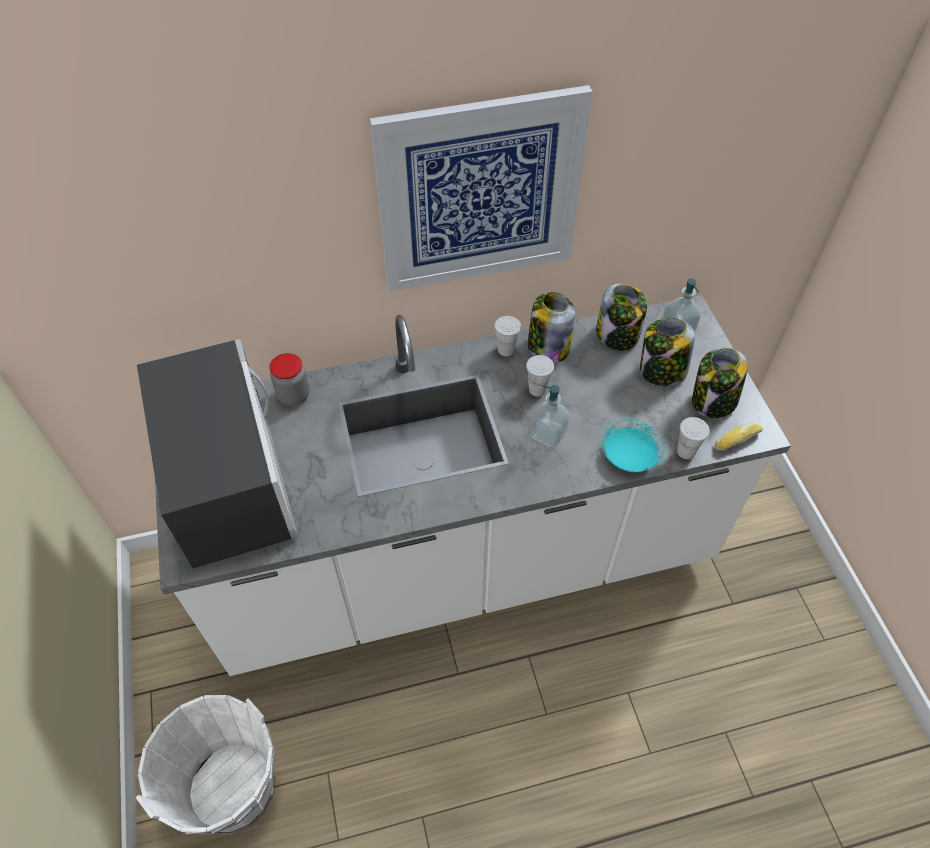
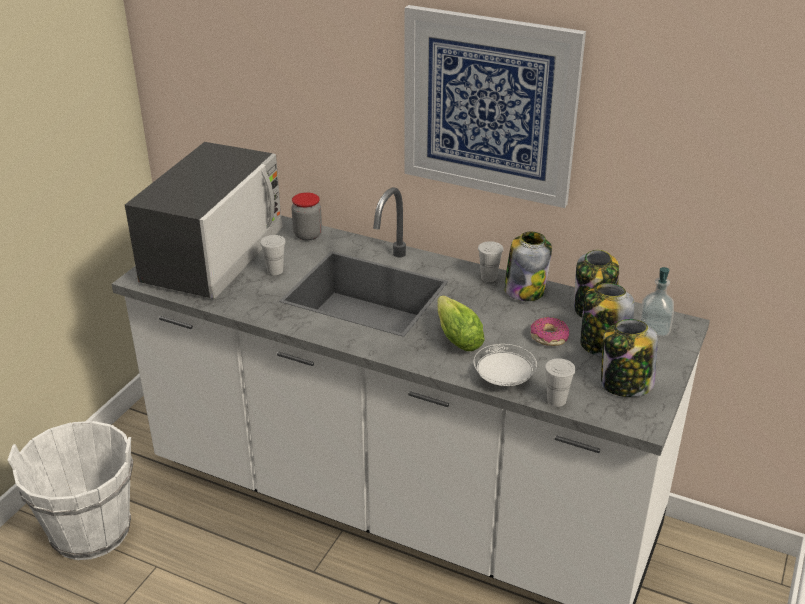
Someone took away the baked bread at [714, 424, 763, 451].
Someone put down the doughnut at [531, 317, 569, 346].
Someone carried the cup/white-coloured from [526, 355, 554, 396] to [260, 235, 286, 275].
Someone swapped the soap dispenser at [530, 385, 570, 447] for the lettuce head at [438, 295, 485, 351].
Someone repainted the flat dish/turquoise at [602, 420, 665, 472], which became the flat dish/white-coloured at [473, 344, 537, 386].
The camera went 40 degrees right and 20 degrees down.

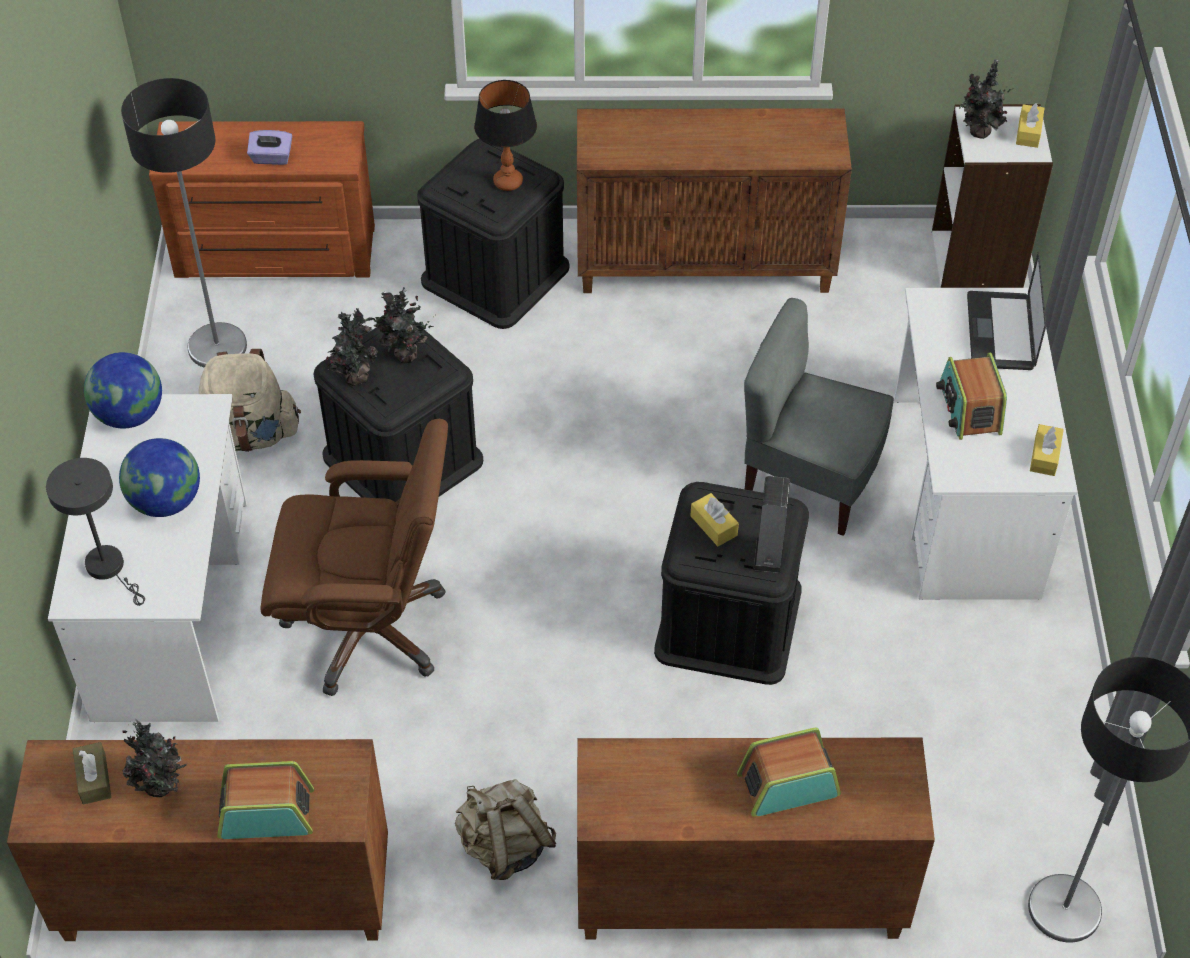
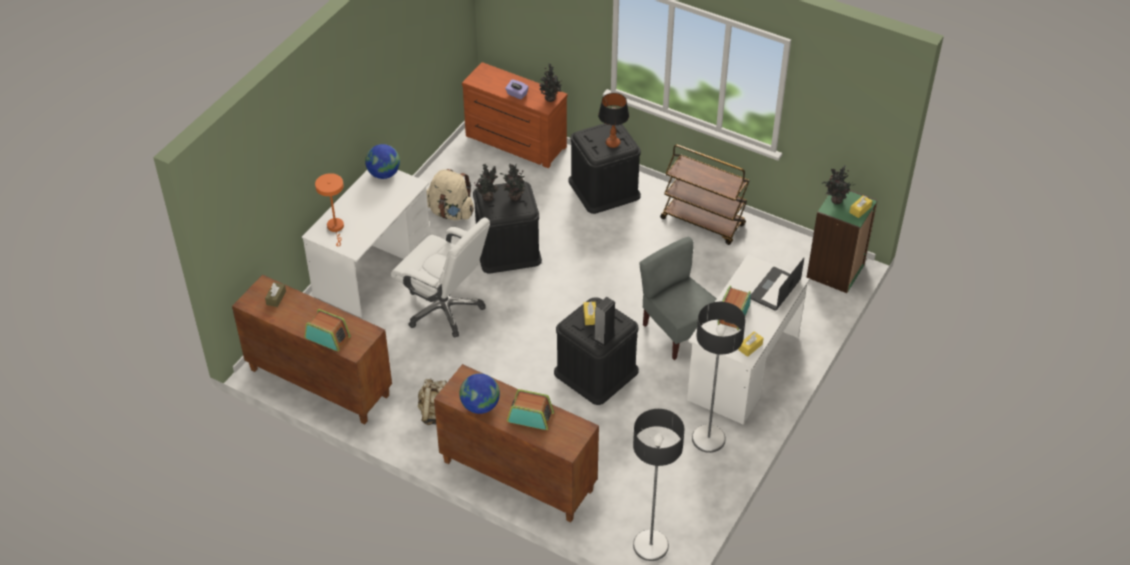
Someone carried the globe from [119, 438, 200, 517] to [459, 373, 500, 414].
Someone carried the standing lamp from [121, 78, 247, 368] to [692, 302, 746, 453].
Someone carried the plant in a pot from [122, 719, 187, 797] to [539, 64, 562, 102].
Someone swapped the storage cabinet/brownish at [577, 108, 852, 293] for the wheeled cart/brownish at [660, 144, 749, 245].
Someone repainted the lamp for a table/grey at [46, 458, 145, 606], which became the lamp for a table/orange at [315, 173, 344, 246].
Someone repainted the computer chair/brownish at [260, 419, 448, 696], which became the computer chair/white-coloured at [391, 218, 490, 338].
Someone repainted the bookcase/white-coloured at [932, 104, 1053, 288], which became the bookcase/green-coloured at [807, 190, 878, 293].
The camera went 30 degrees right and 5 degrees down.

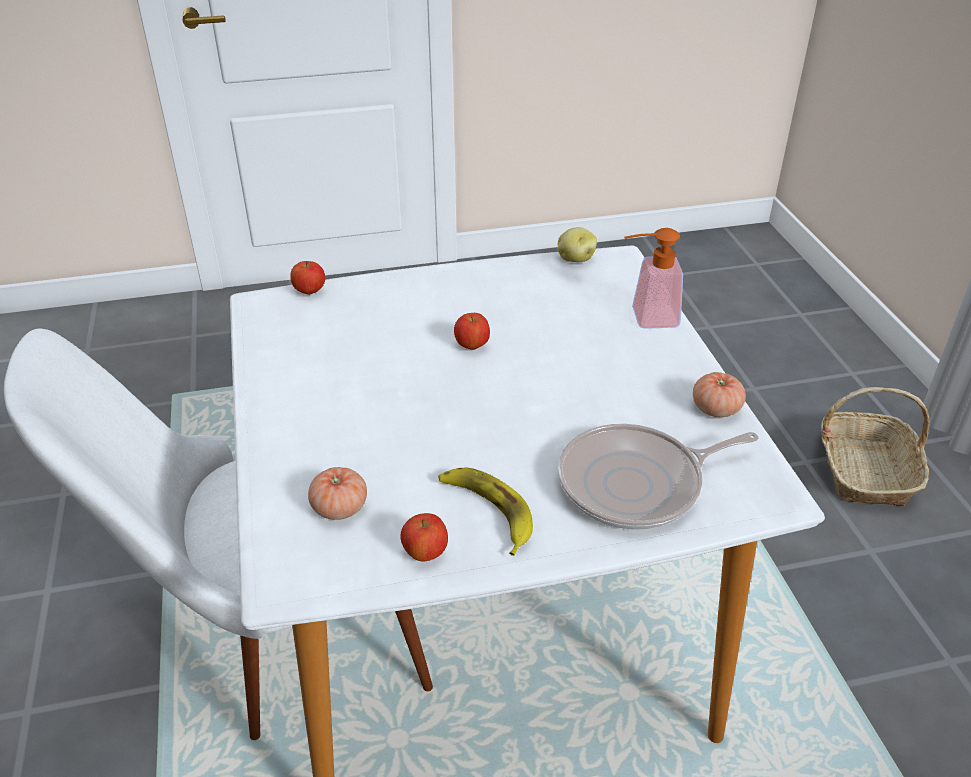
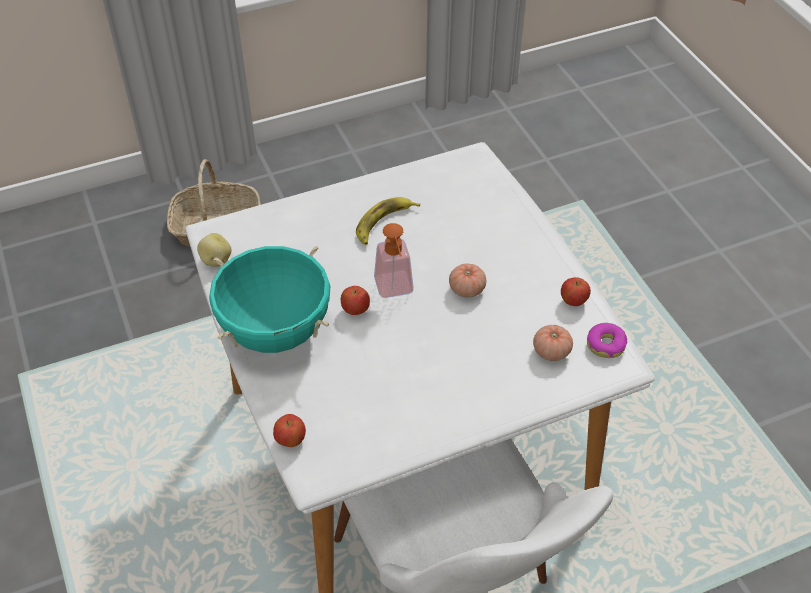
Someone took away the frying pan at [558, 424, 759, 530].
Someone put down the stockpot/turquoise at [209, 246, 330, 353].
Someone put down the doughnut at [587, 323, 627, 358].
Someone carried the banana from [438, 468, 533, 556] to [356, 197, 420, 245].
Someone carried the soap dispenser from [624, 228, 683, 329] to [374, 223, 414, 298].
Someone carried the whole tomato from [693, 372, 746, 417] to [449, 263, 486, 297].
The camera went 100 degrees left and 10 degrees up.

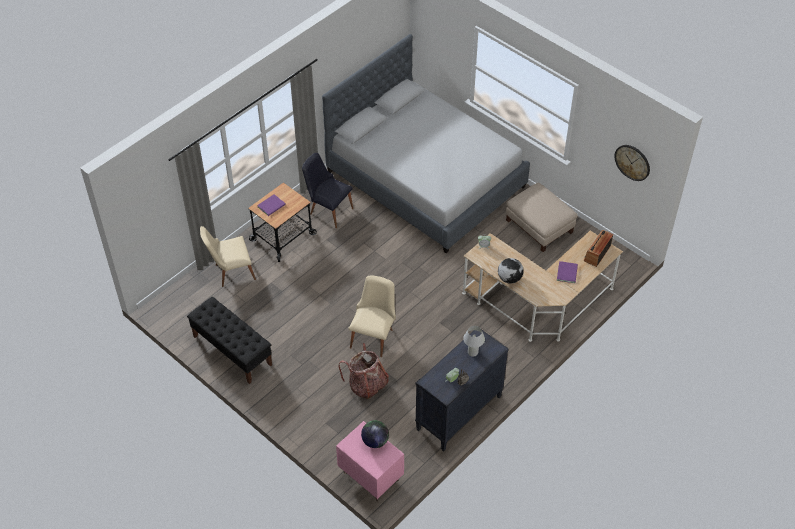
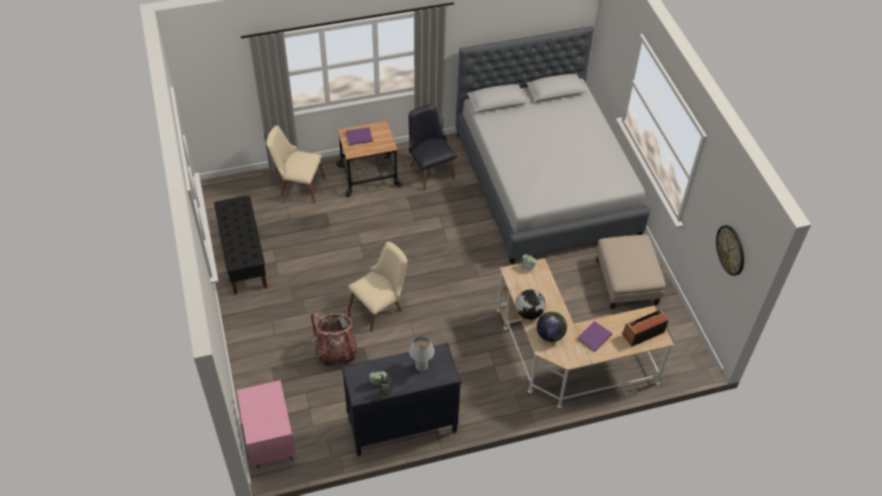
Someone carried the globe from [361, 420, 389, 448] to [537, 312, 567, 342].
The camera went 30 degrees right and 0 degrees up.

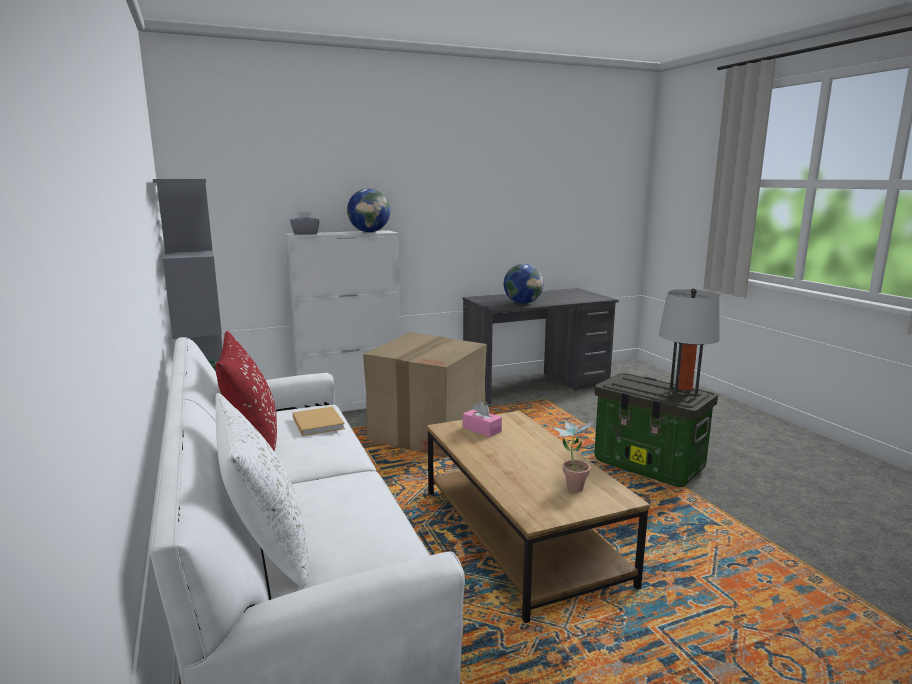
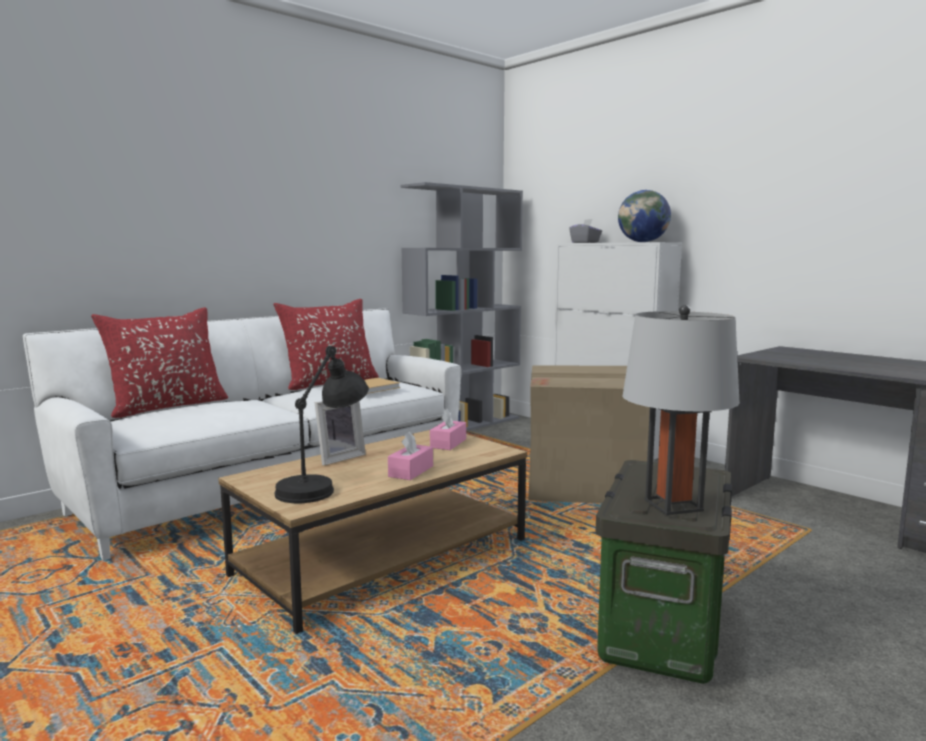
Someone took away the globe at [504, 264, 544, 304].
Someone put down the standing frame at [314, 401, 366, 466].
Someone put down the box of tissues/pinkish at [388, 431, 433, 480].
Someone swapped the plant in a pot at [551, 419, 594, 492] for the lamp for a table/black at [275, 346, 369, 504].
Someone repainted the throw pillow/white-coloured at [215, 393, 308, 587], which became the throw pillow/red at [91, 307, 228, 418].
The camera went 70 degrees right and 5 degrees down.

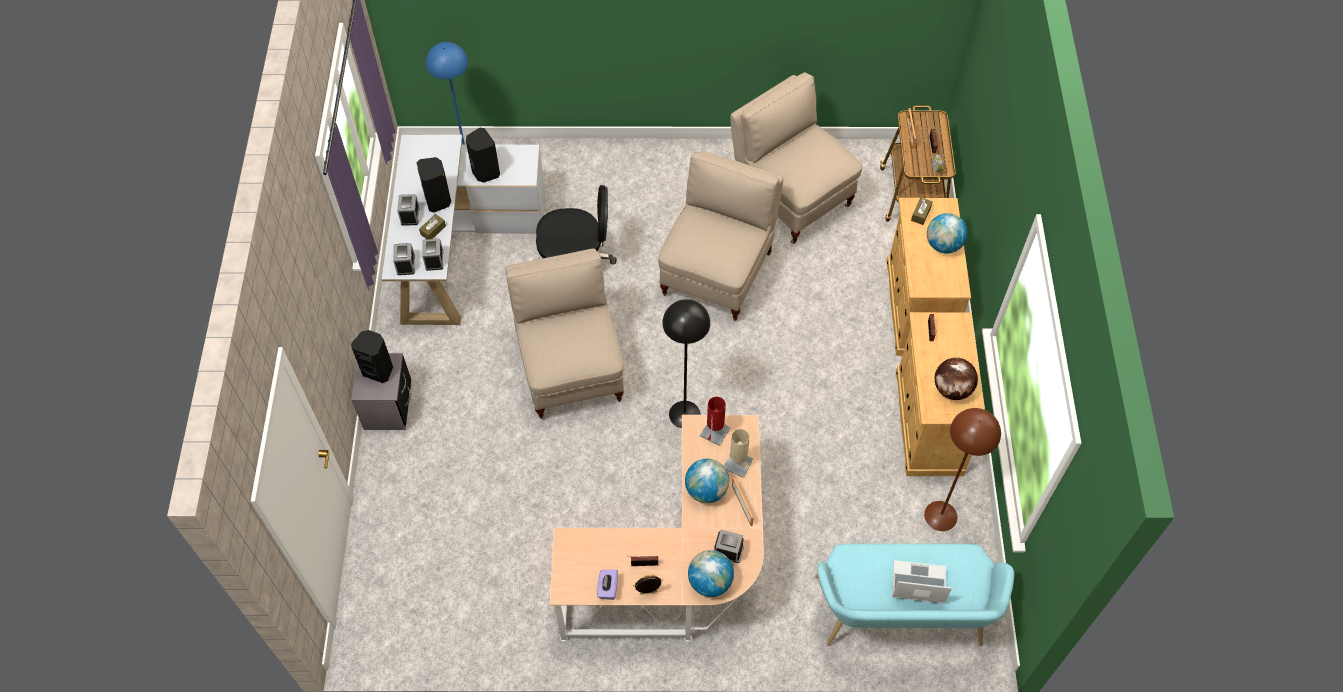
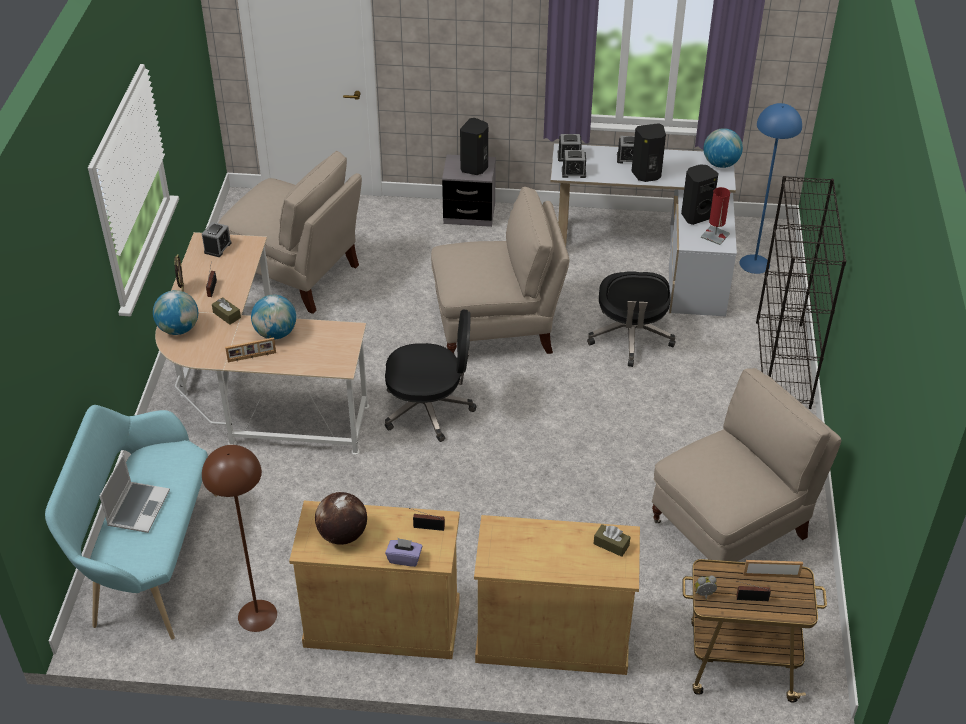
Someone took away the lamp for a table/sand-coloured at [724, 429, 753, 478].
Someone put down the bookcase/black at [756, 176, 846, 409].
Someone carried the box of tissues/brownish from [419, 214, 446, 239] to [212, 297, 241, 325].
Someone carried the box of tissues/purple from [597, 570, 618, 600] to [385, 538, 422, 567].
Someone carried the chair/sand-coloured from [658, 151, 783, 321] to [218, 151, 362, 314].
Someone carried the lamp for a table/red from [700, 397, 731, 446] to [701, 187, 730, 245].
Someone carried the bedside clock from [714, 529, 744, 563] to [202, 222, 232, 257].
Someone carried the globe from [927, 213, 968, 254] to [703, 128, 743, 168].
Someone swapped the standing lamp/black at [662, 299, 710, 428] for the computer chair/black at [385, 309, 477, 442].
The camera went 95 degrees right and 15 degrees down.

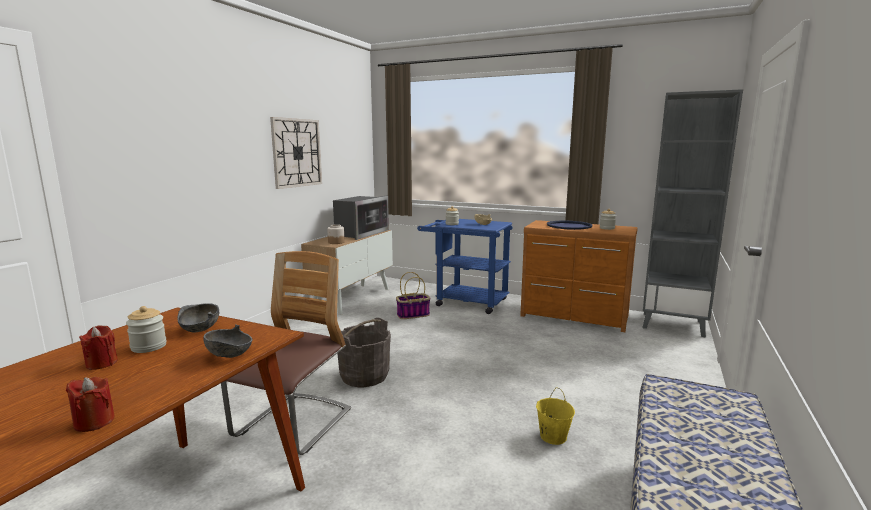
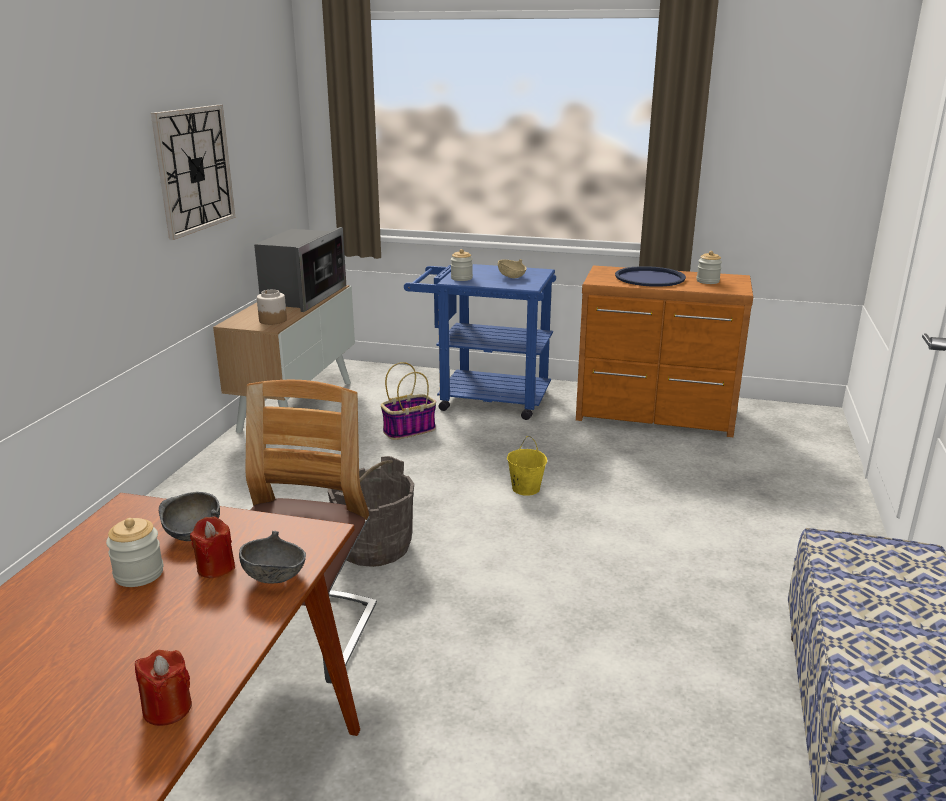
Someone took away the bookcase/grey at [643, 89, 743, 337].
Someone carried the candle/red from [79, 325, 118, 370] to [190, 517, 235, 578].
Someone carried the bucket/yellow from [536, 387, 575, 445] to [507, 436, 547, 496].
The camera went 10 degrees left and 10 degrees up.

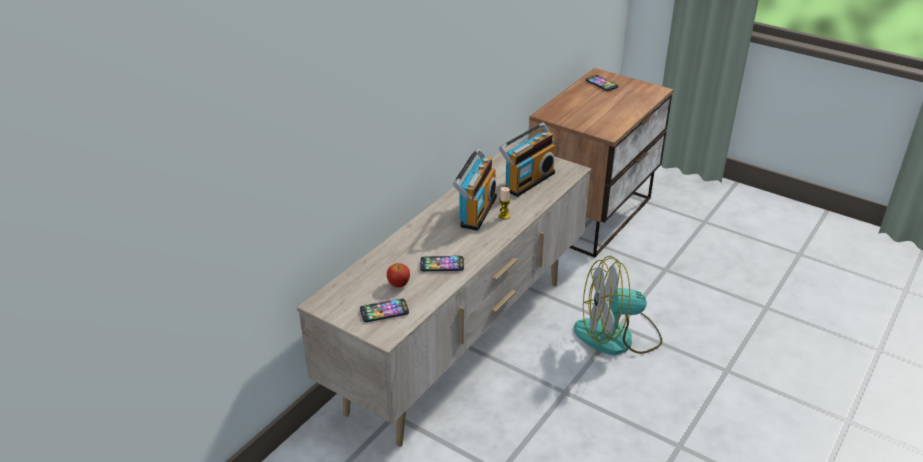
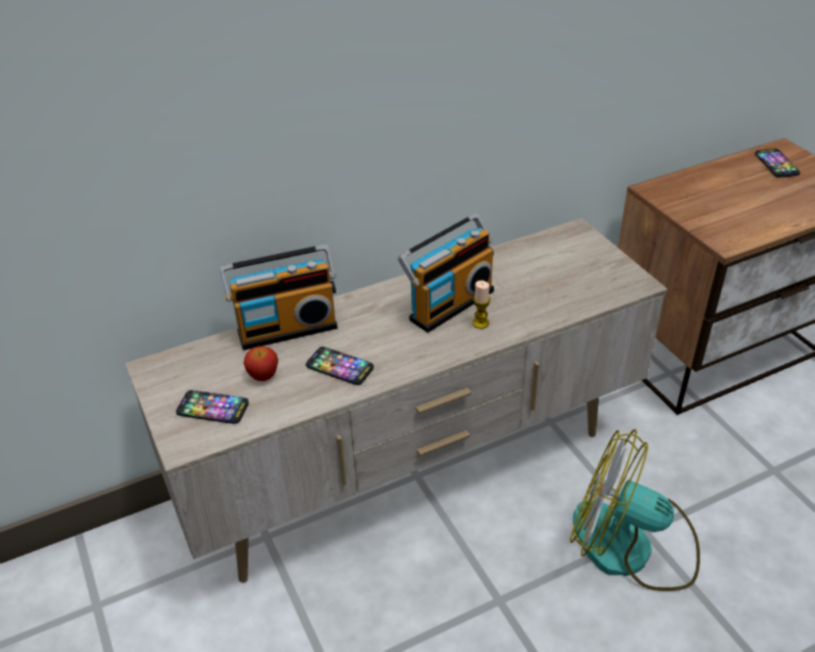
Someone carried the radio set from [499, 122, 555, 197] to [220, 244, 338, 350].
The camera went 30 degrees right and 5 degrees up.

